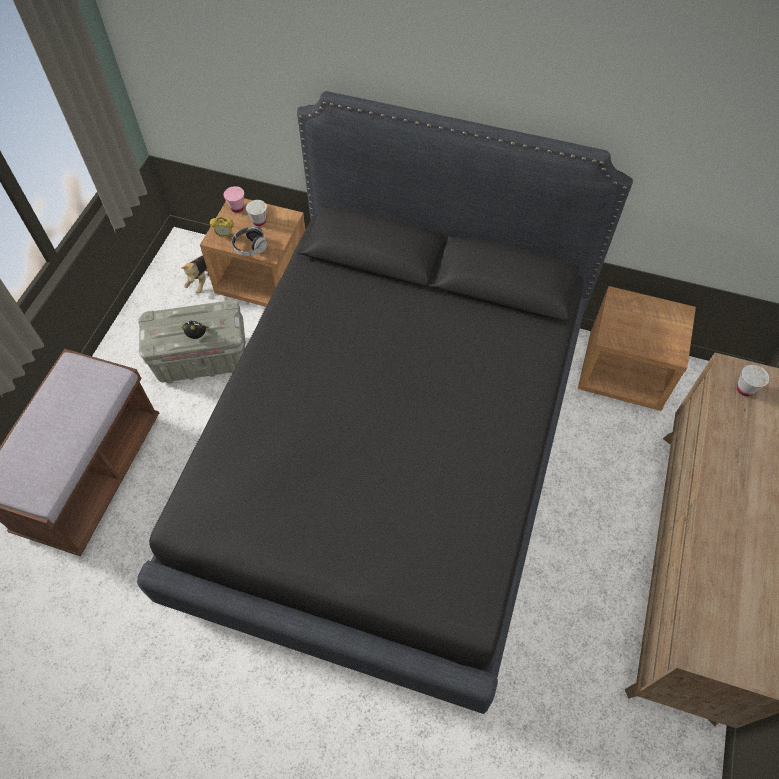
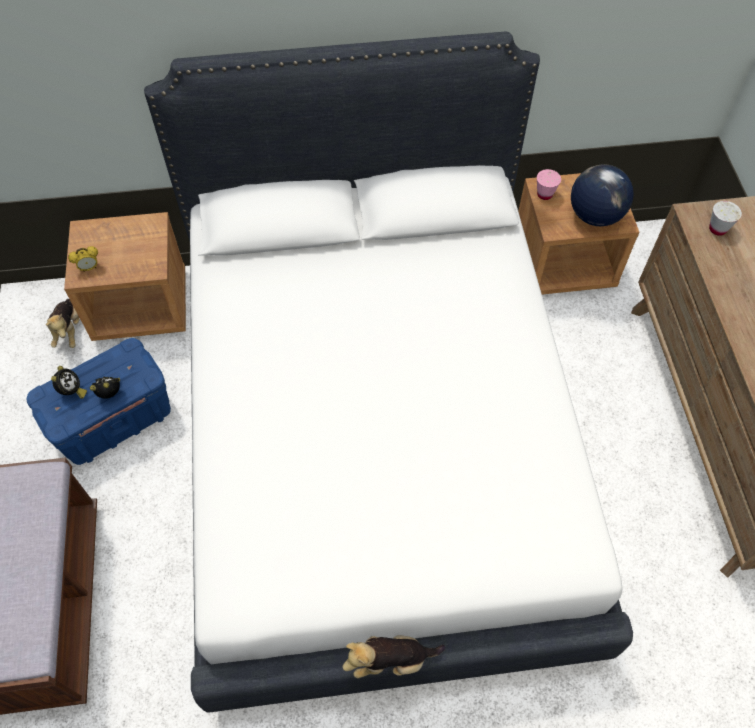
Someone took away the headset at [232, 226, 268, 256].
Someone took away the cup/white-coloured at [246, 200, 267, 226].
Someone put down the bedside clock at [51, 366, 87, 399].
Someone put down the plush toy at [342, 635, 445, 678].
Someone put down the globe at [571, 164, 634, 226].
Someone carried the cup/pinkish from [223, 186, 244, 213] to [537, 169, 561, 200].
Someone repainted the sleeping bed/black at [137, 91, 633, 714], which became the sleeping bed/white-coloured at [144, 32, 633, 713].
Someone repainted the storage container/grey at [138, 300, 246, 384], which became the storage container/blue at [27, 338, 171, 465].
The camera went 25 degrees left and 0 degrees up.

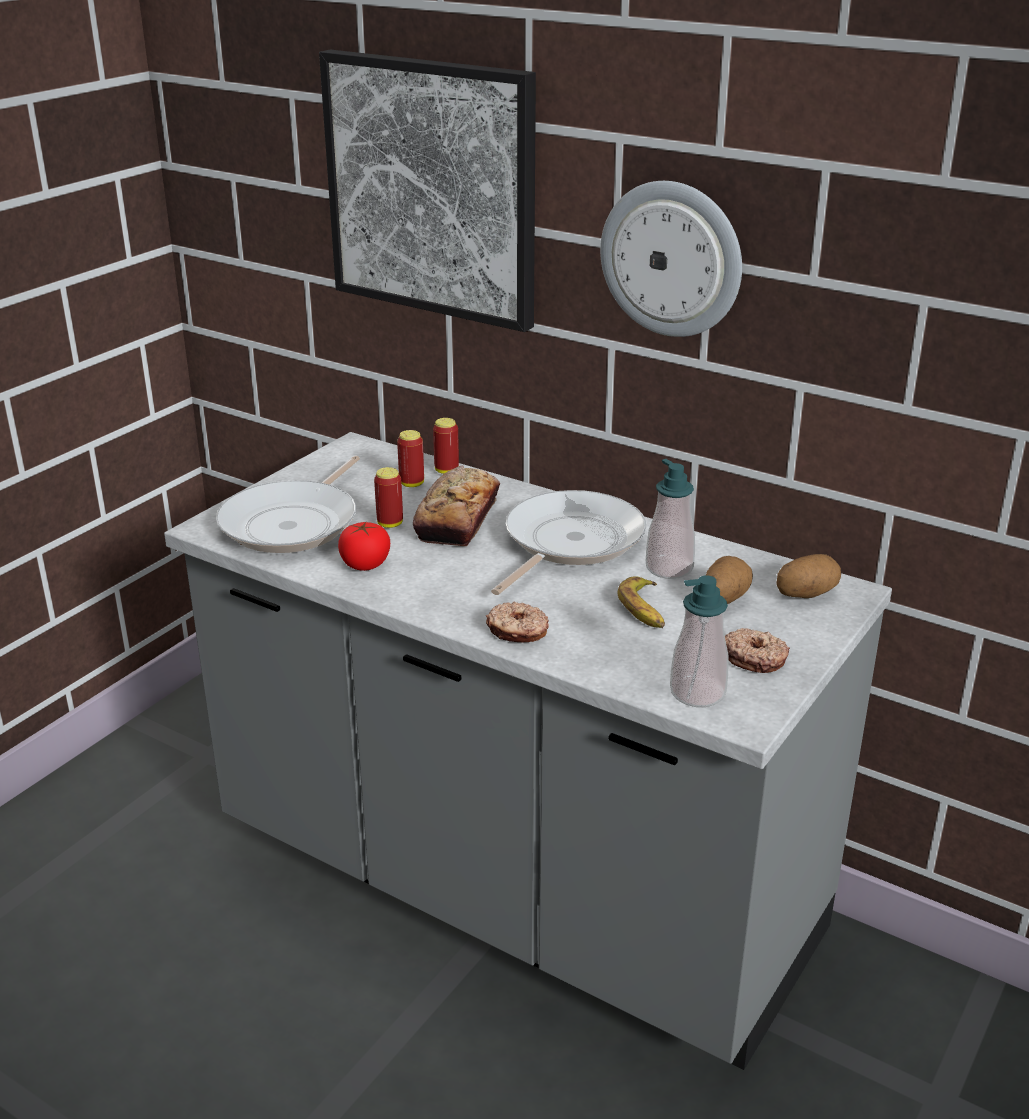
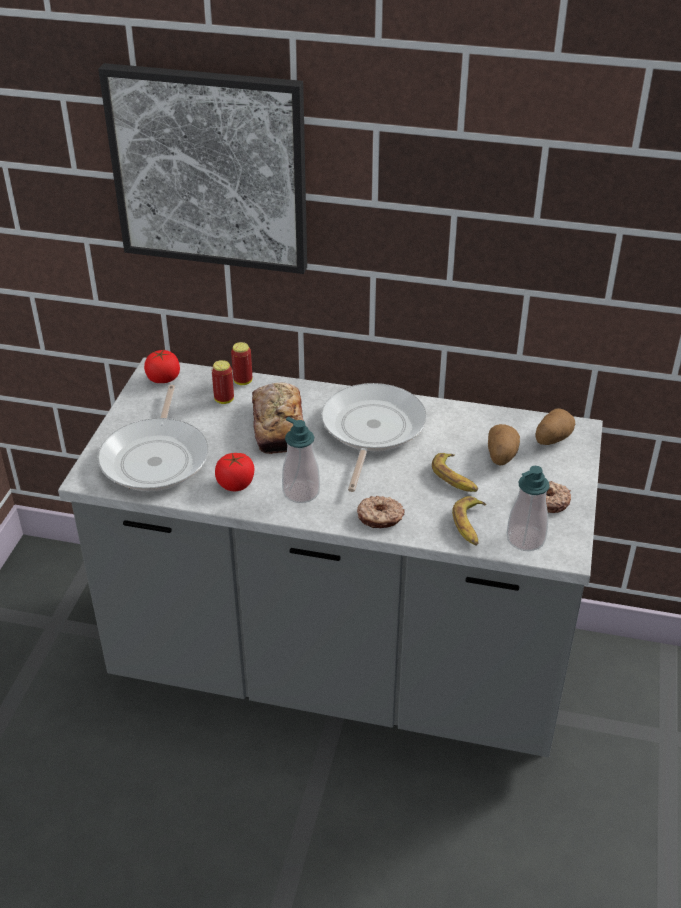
Someone took away the can at [374, 467, 403, 528].
Someone took away the hanging clock at [600, 181, 742, 337].
Someone put down the whole tomato at [144, 350, 180, 383].
Someone put down the banana at [452, 496, 486, 546].
Someone carried the soap dispenser from [646, 459, 695, 579] to [282, 417, 320, 503].
The camera went 20 degrees left and 10 degrees up.

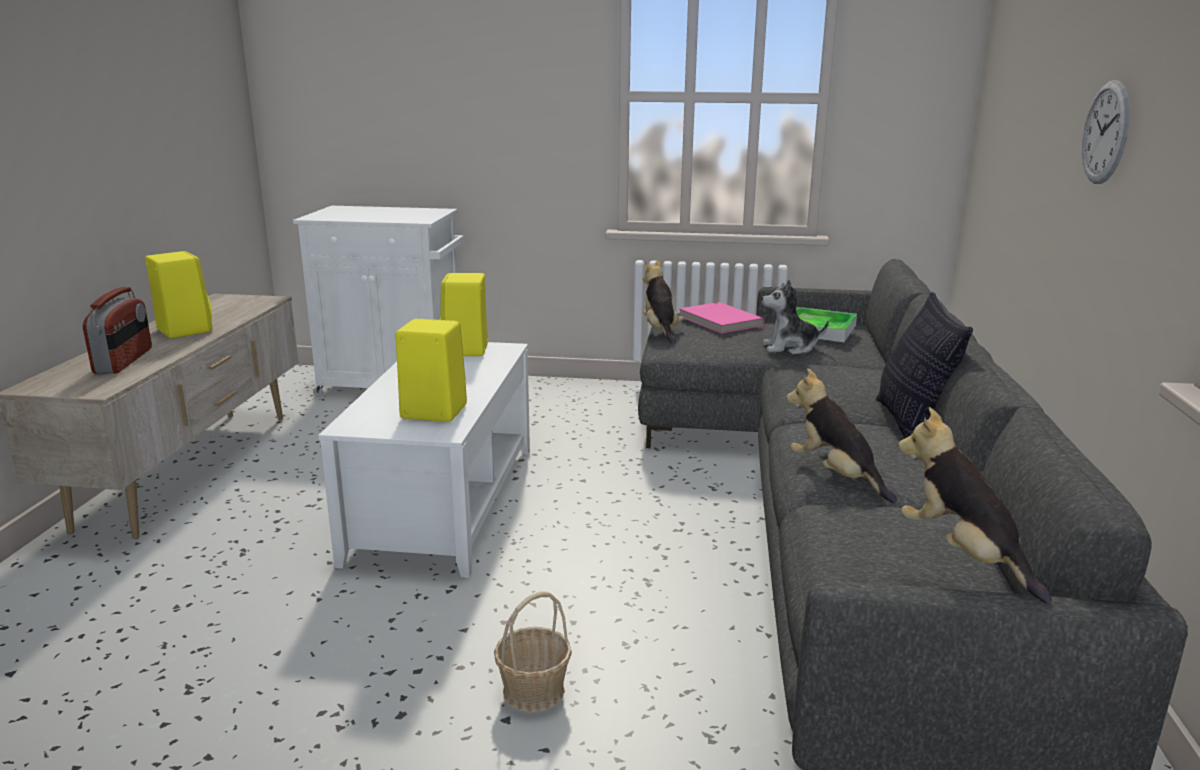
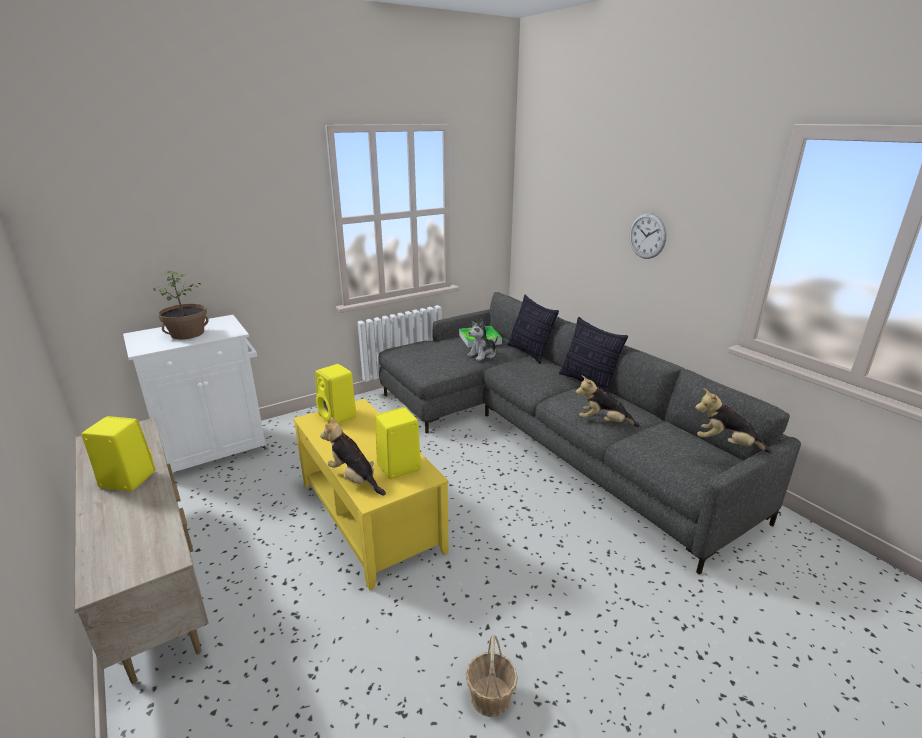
Someone took away the radio set at [83, 287, 152, 374].
Someone took away the bound book/pinkish at [679, 302, 764, 334].
Someone put down the plant in a pot at [153, 271, 209, 339].
Someone put down the throw pillow at [508, 295, 559, 364].
Someone carried the basket from [494, 592, 572, 713] to [466, 635, 518, 717].
Someone carried the plush toy from [643, 260, 684, 344] to [320, 417, 386, 496].
Someone repainted the coffee table/white-coloured at [318, 342, 530, 578], which became the coffee table/yellow at [293, 398, 449, 590].
The camera went 40 degrees left and 5 degrees up.

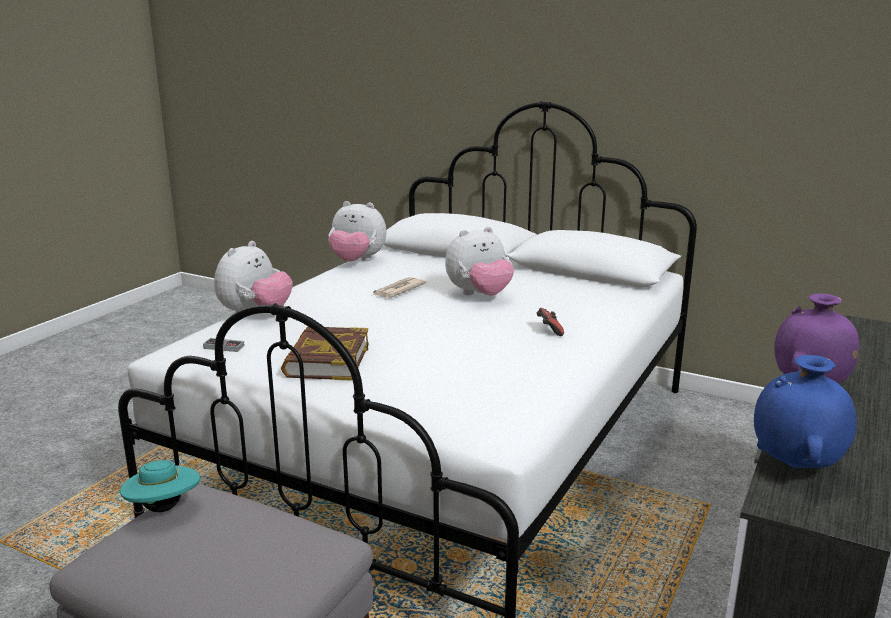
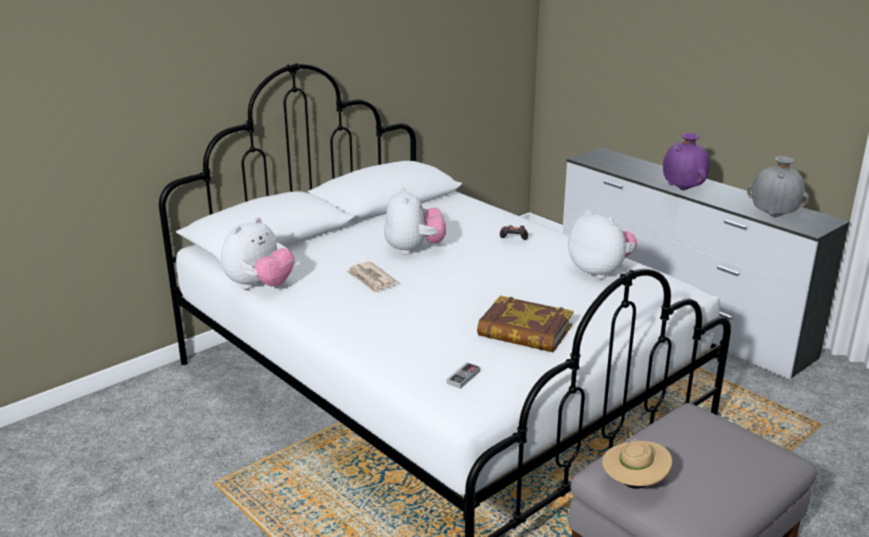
Someone carried the plush toy from [214, 241, 293, 312] to [568, 210, 637, 279].
Someone repainted the hat/turquoise at [120, 458, 200, 512], which became the hat/sand-coloured at [602, 435, 672, 489].
Someone repainted the flower vase/blue at [754, 355, 857, 468], which became the flower vase/grey at [747, 156, 809, 217].
The camera went 70 degrees left and 5 degrees up.

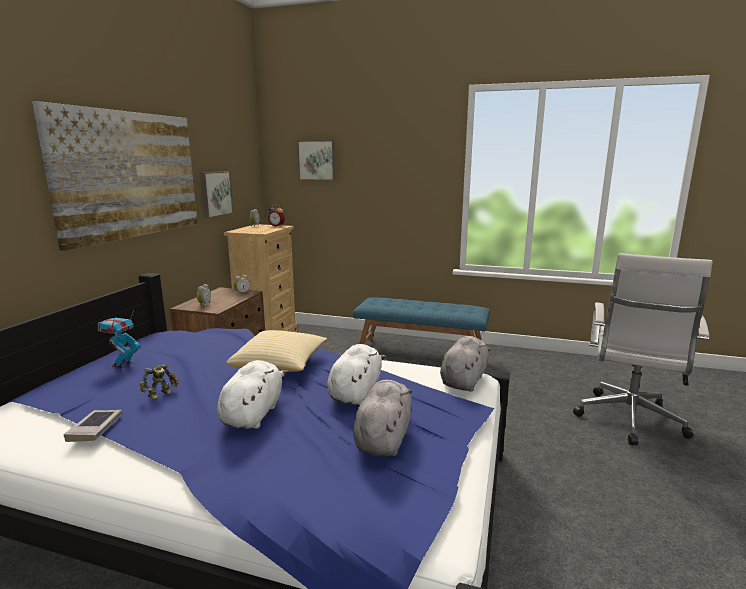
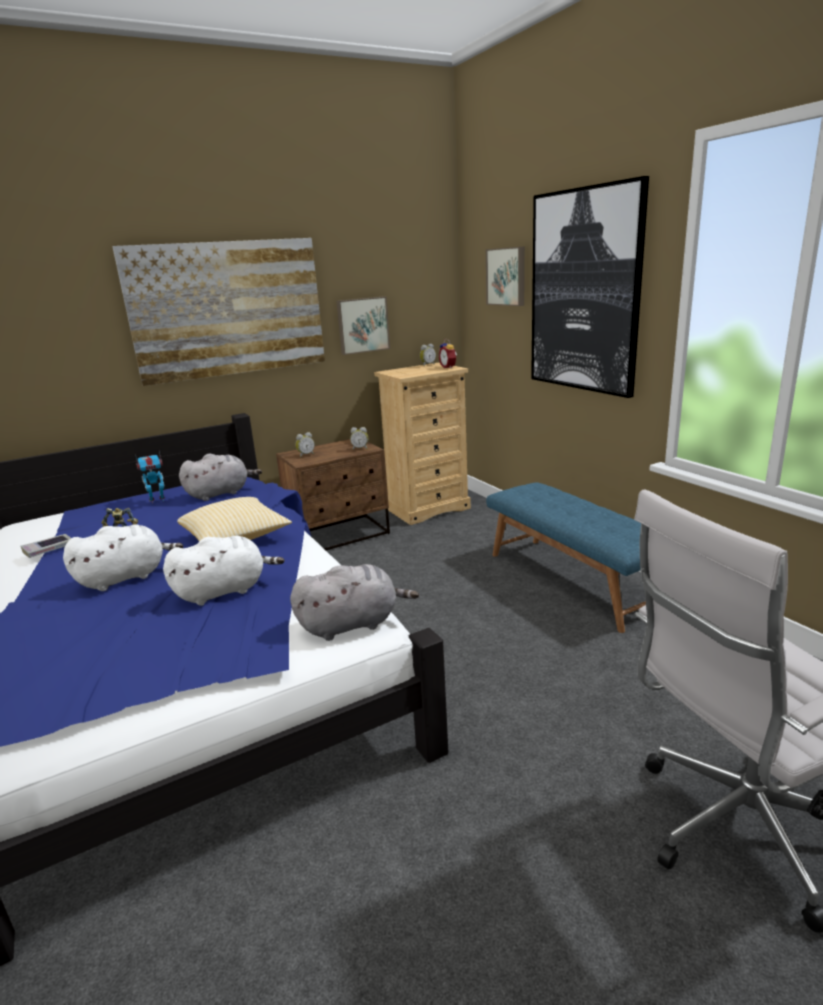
Someone put up the wall art at [531, 176, 649, 398].
Someone carried the plush toy/grey from [353, 380, 412, 457] to [179, 454, 262, 501].
The camera went 45 degrees right and 5 degrees up.

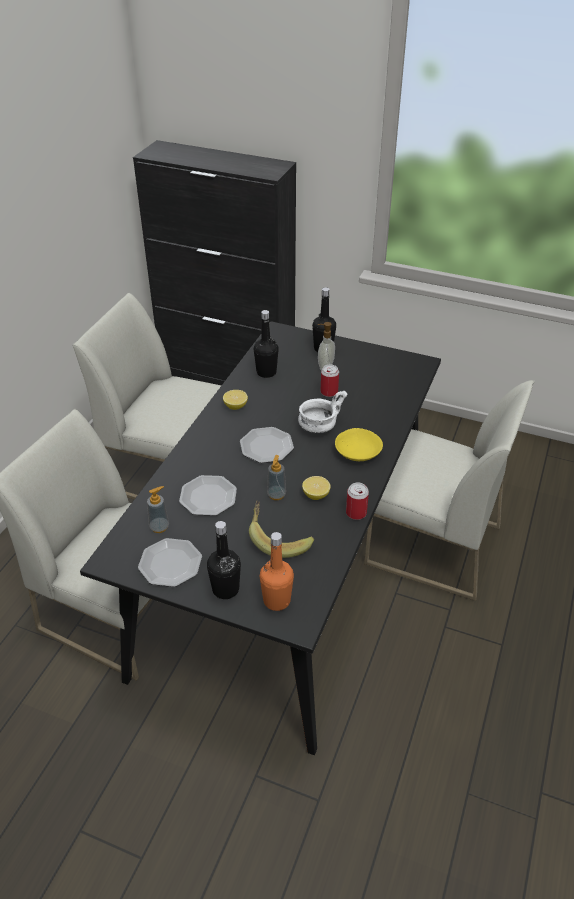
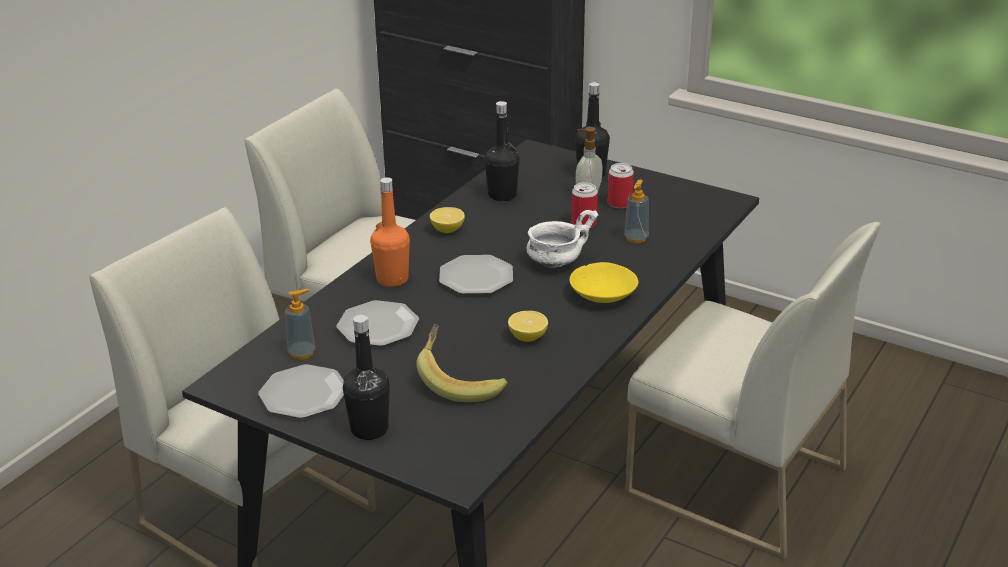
Someone carried the drink bottle/orange from [260, 532, 294, 611] to [370, 177, 410, 287].
Someone carried the soap dispenser from [267, 455, 286, 500] to [624, 180, 649, 243].
Someone carried the can from [346, 483, 369, 520] to [608, 163, 634, 209].
The camera went 10 degrees right and 10 degrees down.

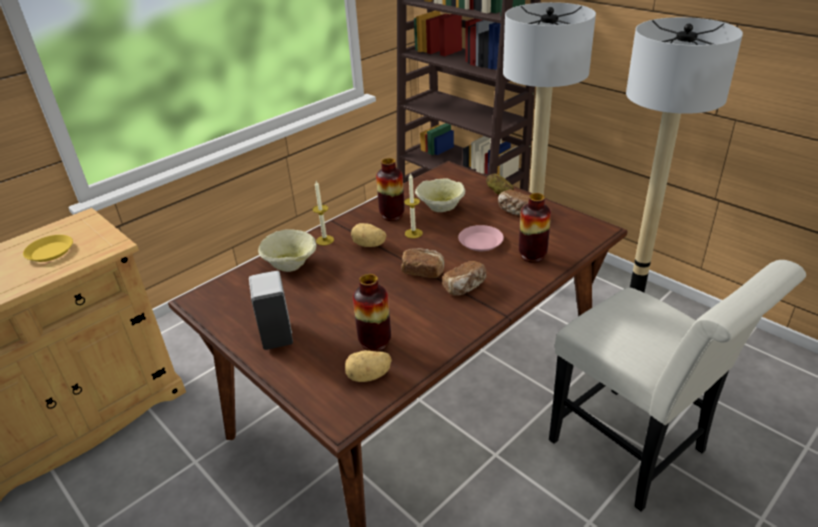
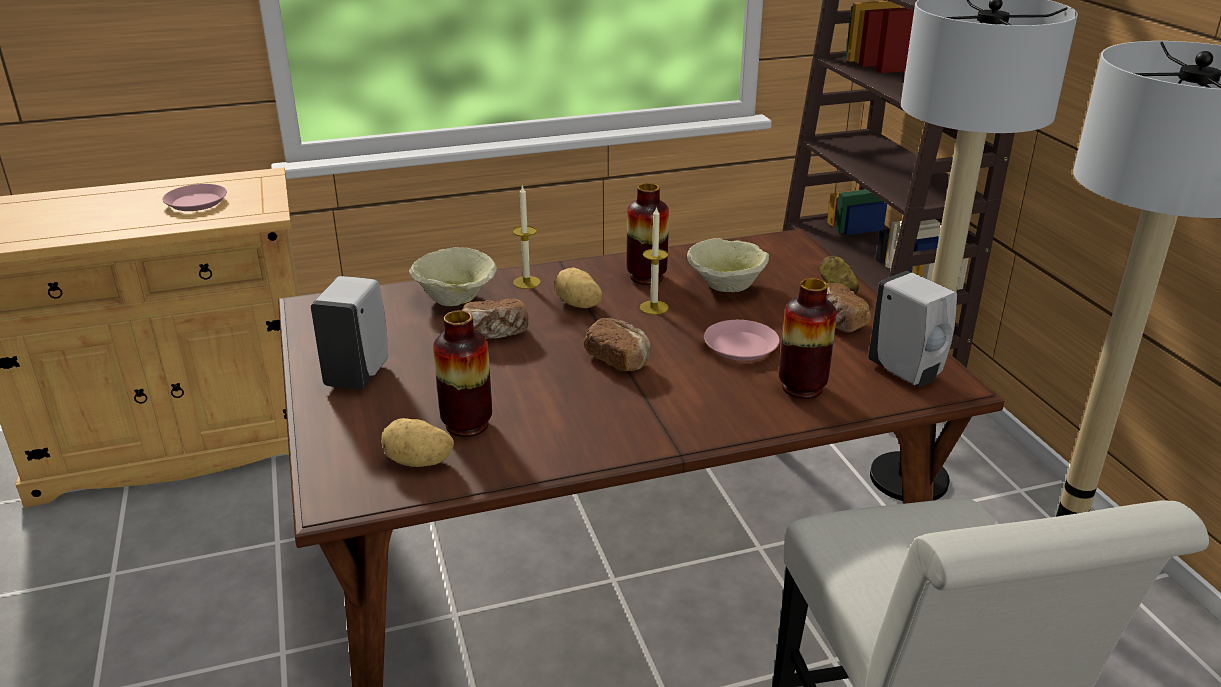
Someone put down the soap dispenser/white-coloured at [868, 271, 957, 387].
Someone carried the baked bread from [442, 261, 487, 296] to [462, 299, 528, 339].
Someone repainted the flat dish/yellow at [23, 235, 73, 262], which became the flat dish/pinkish at [162, 184, 227, 211].
The camera went 25 degrees right and 5 degrees down.

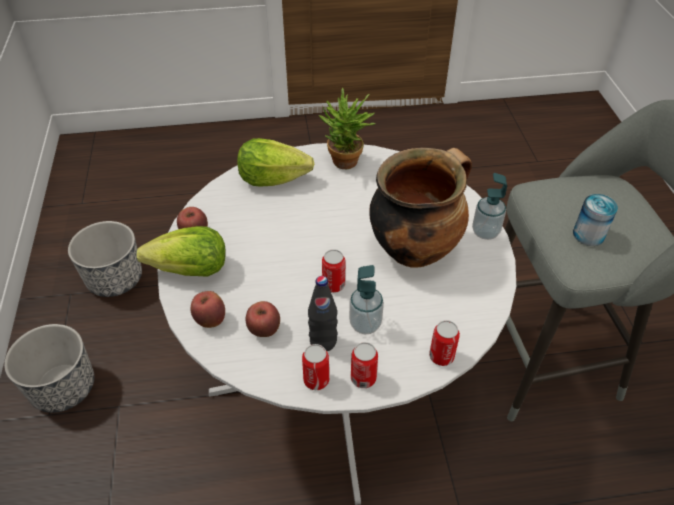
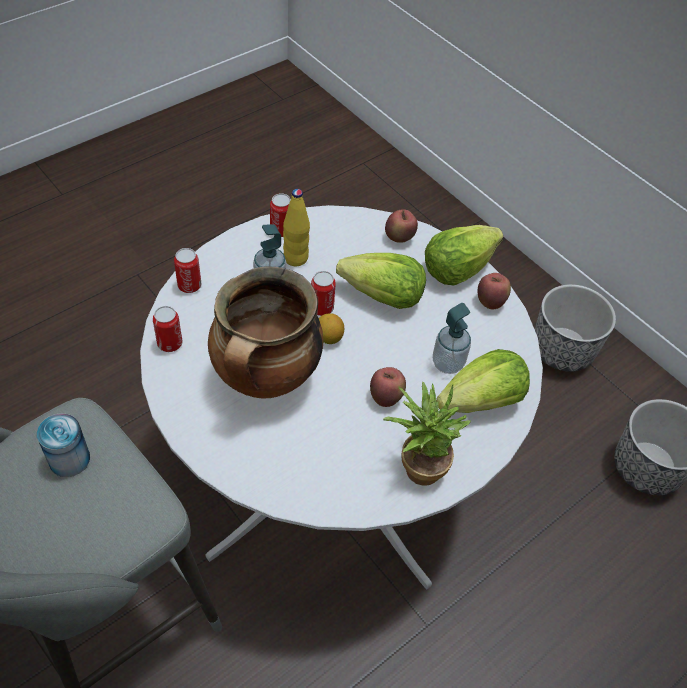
Someone put down the citrus fruit at [319, 313, 344, 344].
Someone put down the lettuce head at [336, 253, 426, 309].
Someone carried the whole apple from [246, 301, 280, 337] to [370, 367, 406, 407].
Someone carried the can from [351, 342, 378, 388] to [153, 306, 182, 352].
Someone carried the soap dispenser from [472, 173, 507, 240] to [433, 303, 471, 374].
Someone repainted the drink bottle/black at [308, 276, 338, 351], which became the drink bottle/yellow at [283, 189, 310, 266].
The camera went 145 degrees right and 5 degrees up.

